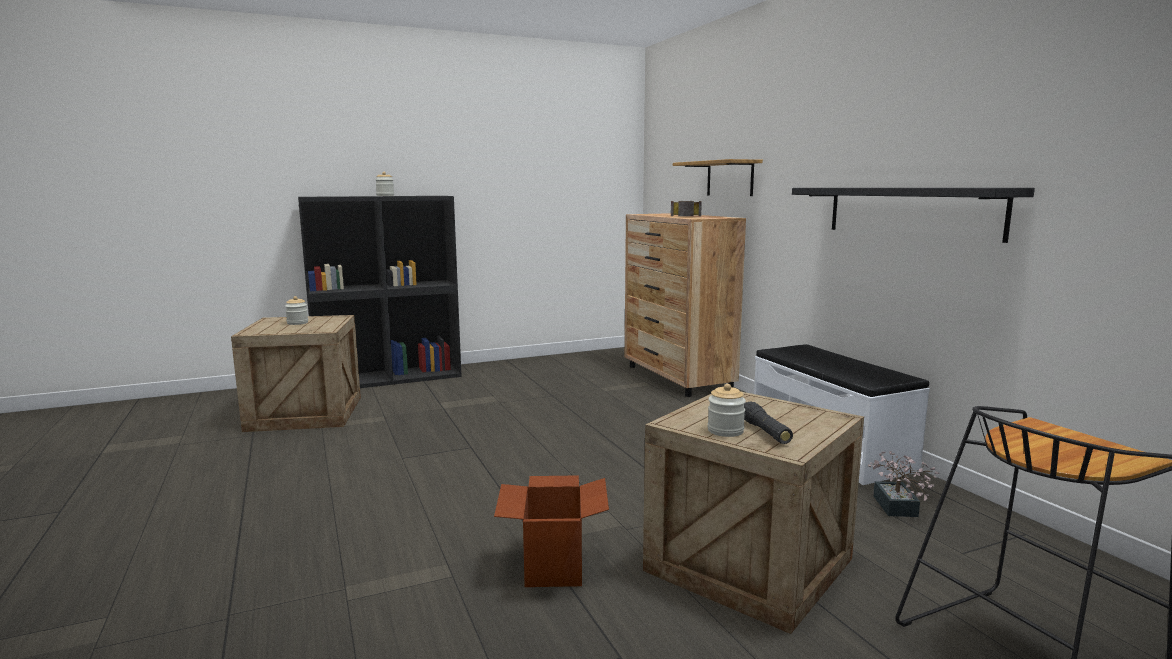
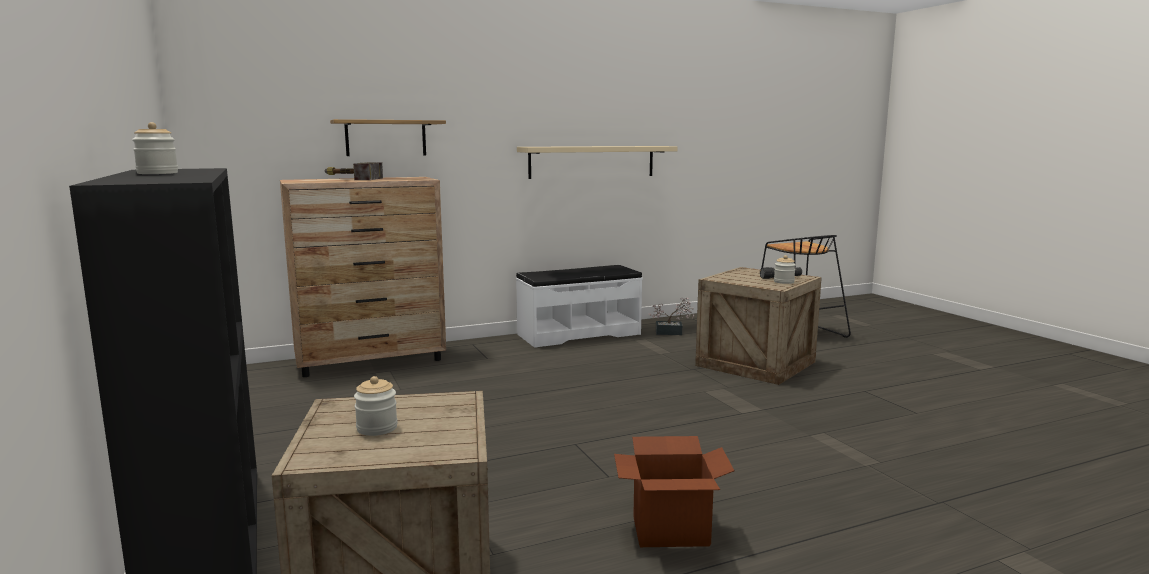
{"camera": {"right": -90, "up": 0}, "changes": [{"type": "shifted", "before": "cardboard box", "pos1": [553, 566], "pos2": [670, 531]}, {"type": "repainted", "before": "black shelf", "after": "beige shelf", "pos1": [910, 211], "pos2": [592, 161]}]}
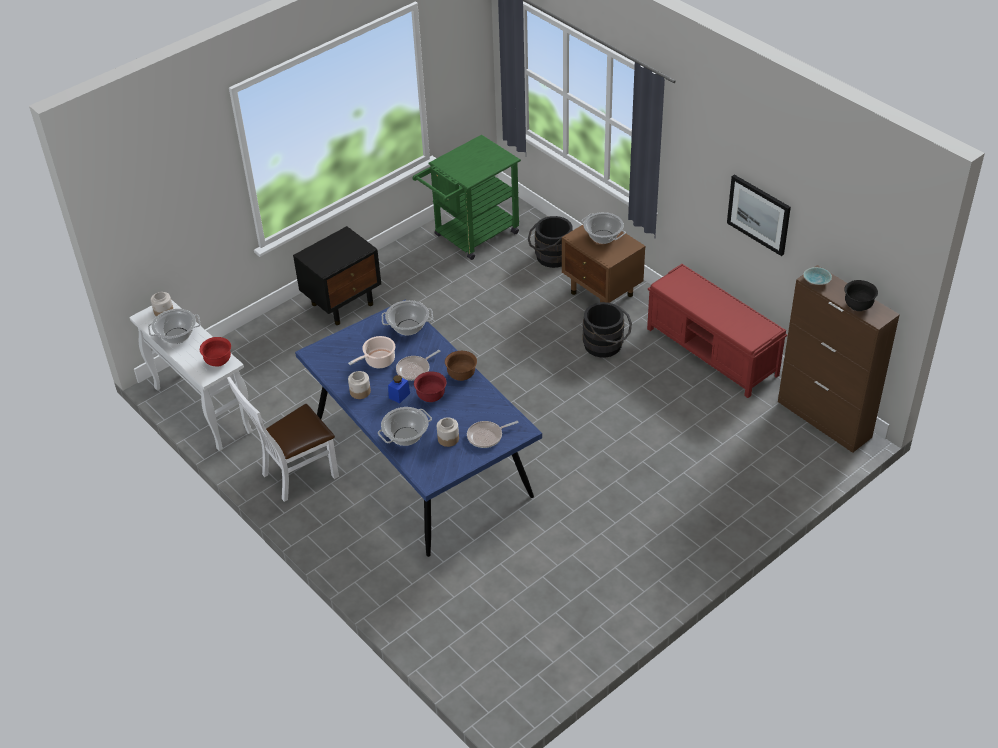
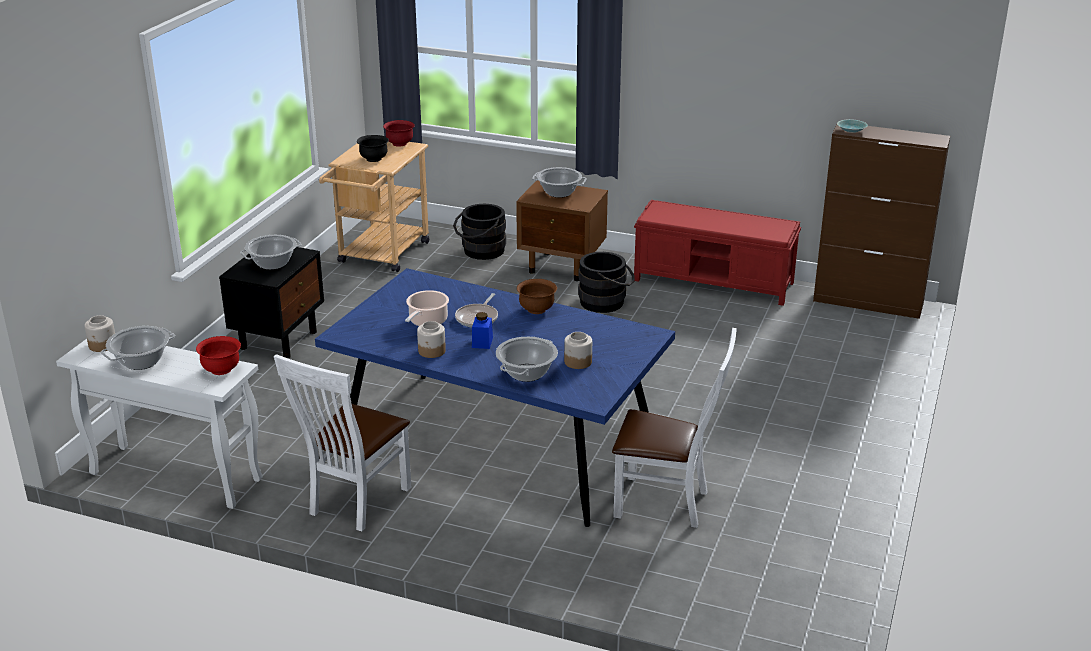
{"camera": {"right": -30, "up": -15}, "changes": [{"type": "gone", "before": "frying pan", "pos1": [487, 436]}, {"type": "gone", "before": "picture", "pos1": [759, 214]}, {"type": "new", "after": "white chair", "pos2": [667, 503]}, {"type": "shifted", "before": "cooking pot", "pos1": [408, 327], "pos2": [272, 263]}, {"type": "shifted", "before": "red bowl", "pos1": [431, 397], "pos2": [400, 143]}, {"type": "shifted", "before": "black bowl", "pos1": [858, 306], "pos2": [374, 159]}, {"type": "repainted", "before": "green cart", "after": "beige cart", "pos1": [471, 237], "pos2": [380, 256]}]}
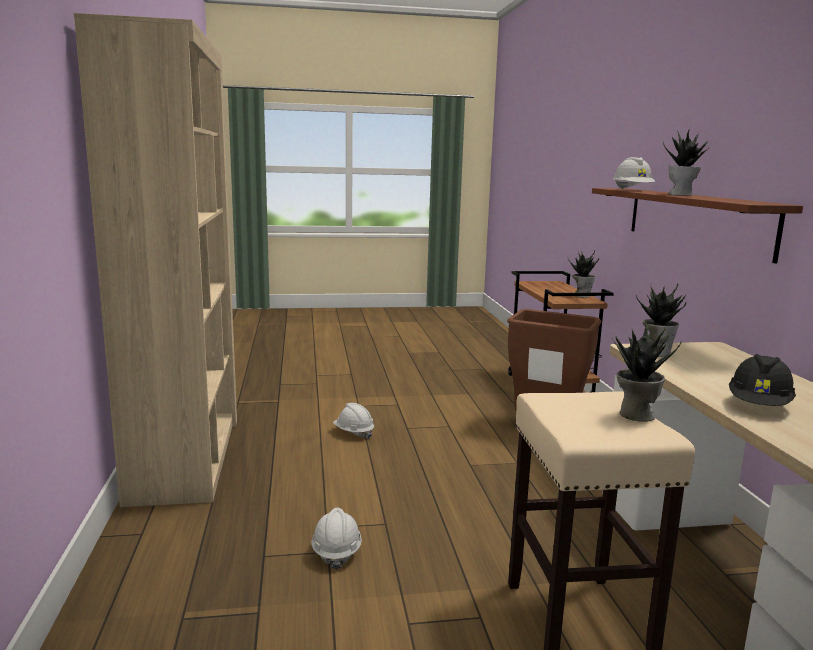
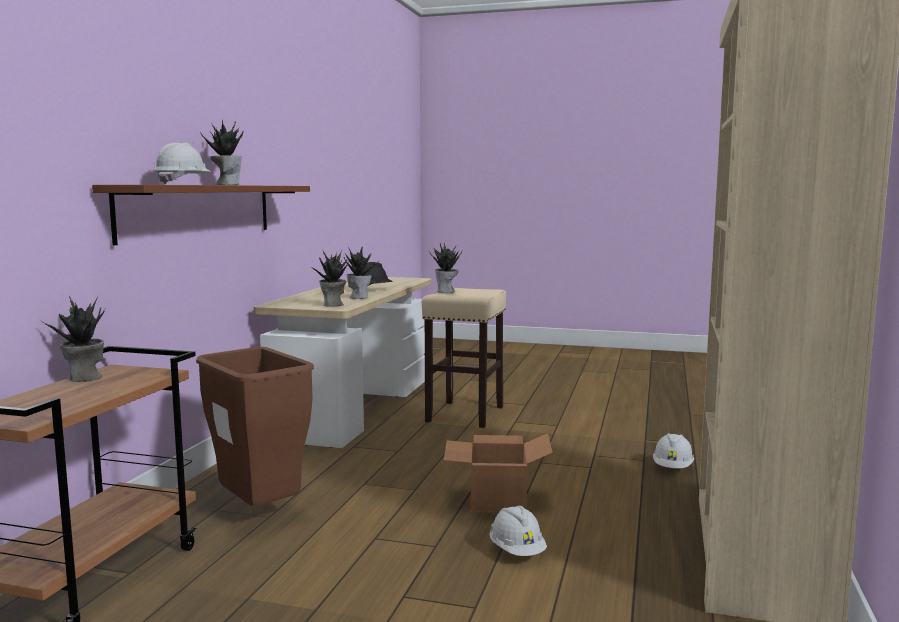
{"camera": {"right": -155, "up": -5}, "changes": [{"type": "new", "after": "potted plant", "pos2": [359, 297]}, {"type": "new", "after": "cardboard box", "pos2": [498, 501]}, {"type": "shifted", "before": "white hard hat", "pos1": [336, 552], "pos2": [672, 468]}]}
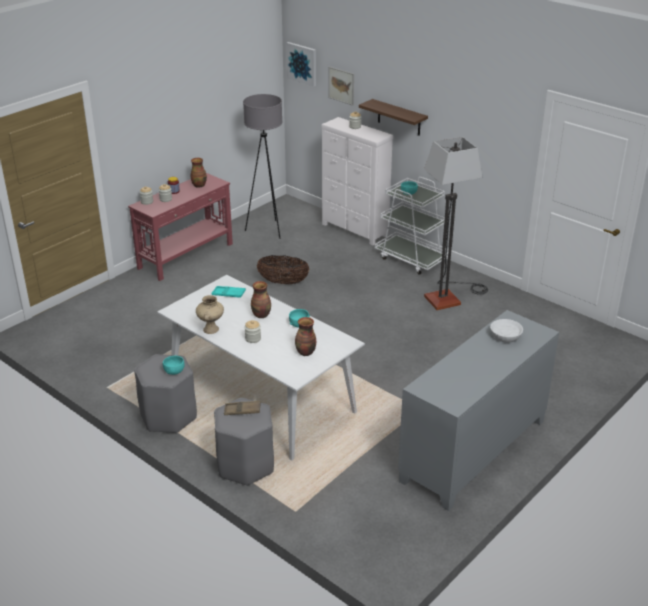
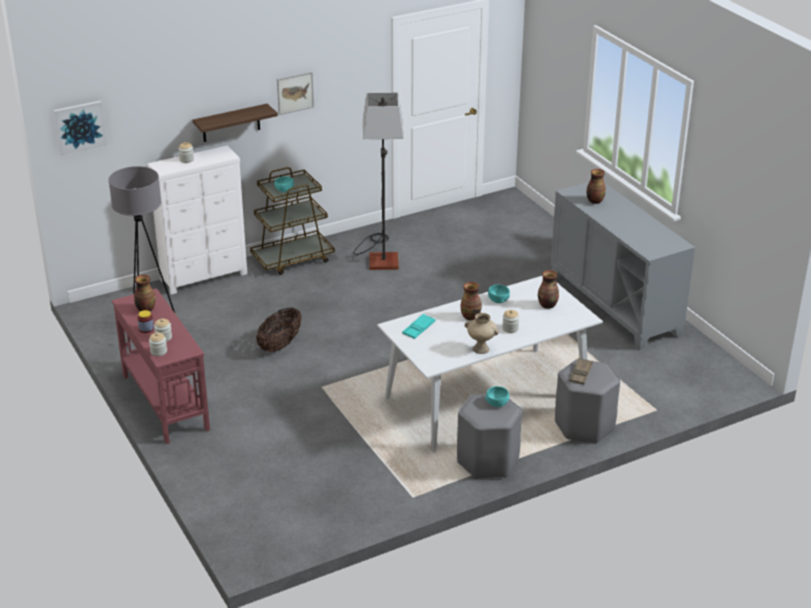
{"camera": {"right": -70, "up": 0}, "changes": [{"type": "shifted", "before": "picture", "pos1": [341, 85], "pos2": [295, 93]}, {"type": "swapped", "before": "white bowl", "after": "vase", "pos1": [505, 336], "pos2": [594, 201]}, {"type": "repainted", "before": "white cart", "after": "brown cart", "pos1": [411, 259], "pos2": [293, 259]}]}
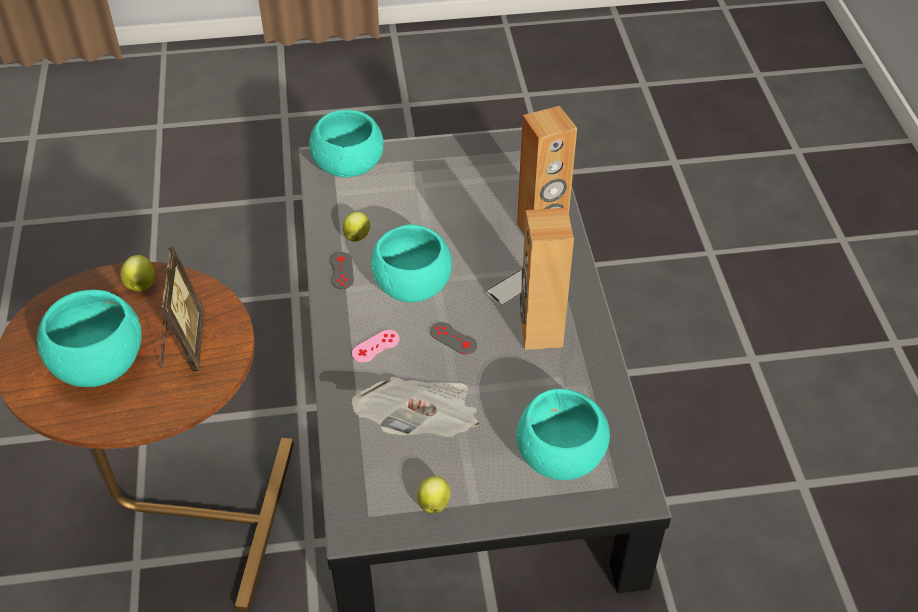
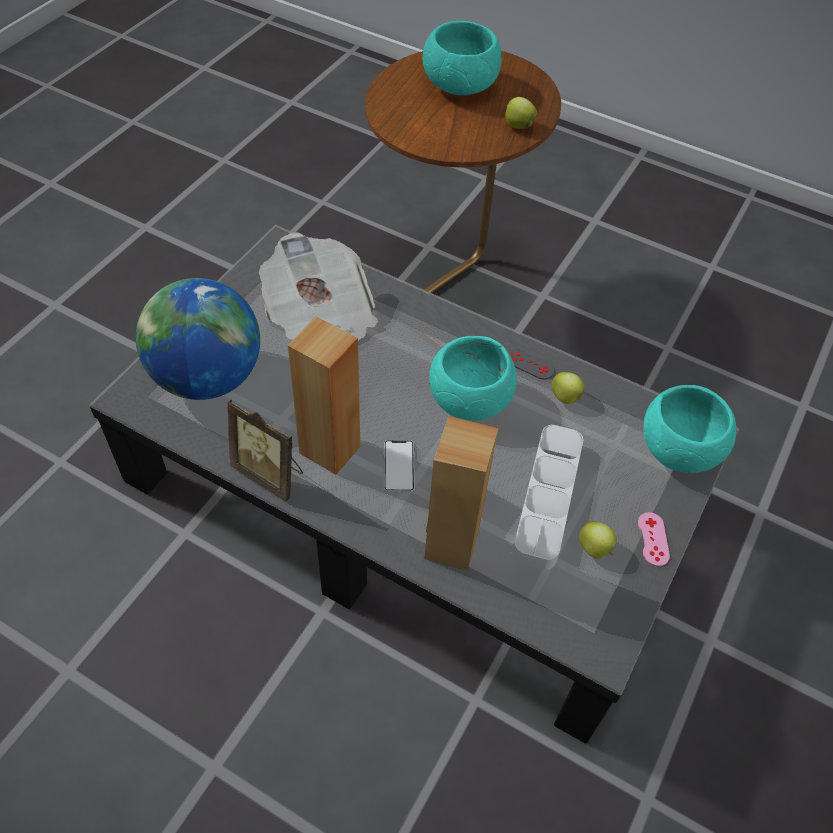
{"camera": {"right": 125, "up": 5}, "changes": [{"type": "gone", "before": "grey game controller", "pos1": [453, 338]}, {"type": "new", "after": "grey tray", "pos2": [547, 499]}, {"type": "shifted", "before": "picture frame", "pos1": [183, 345], "pos2": [270, 473]}, {"type": "shifted", "before": "pink game controller", "pos1": [375, 346], "pos2": [653, 539]}, {"type": "shifted", "before": "apple", "pos1": [434, 503], "pos2": [595, 549]}, {"type": "swapped", "before": "turquoise bowl", "after": "globe", "pos1": [561, 455], "pos2": [207, 378]}]}
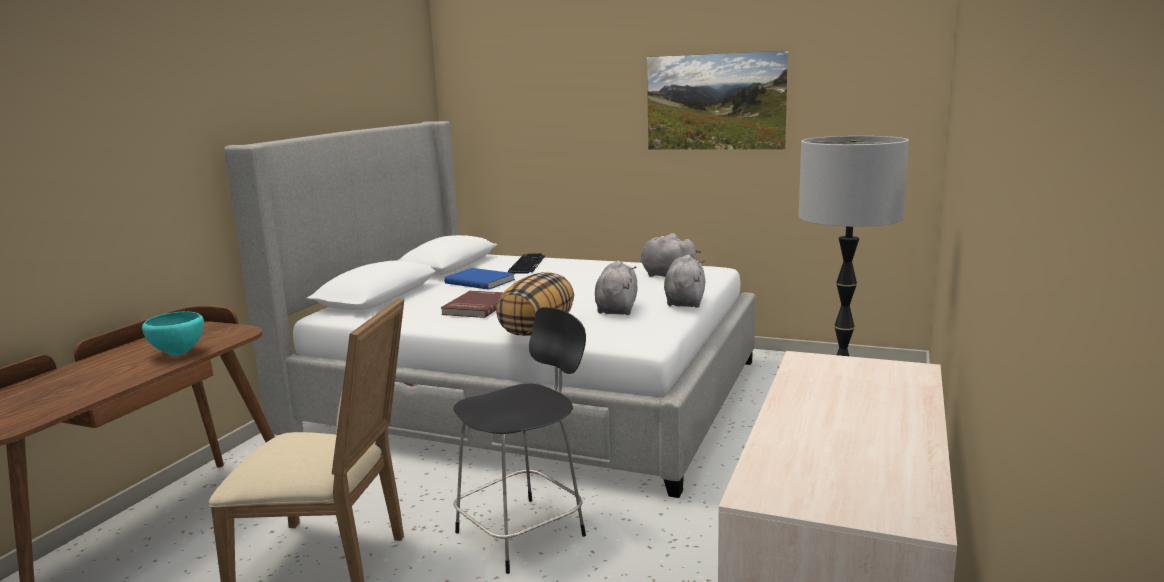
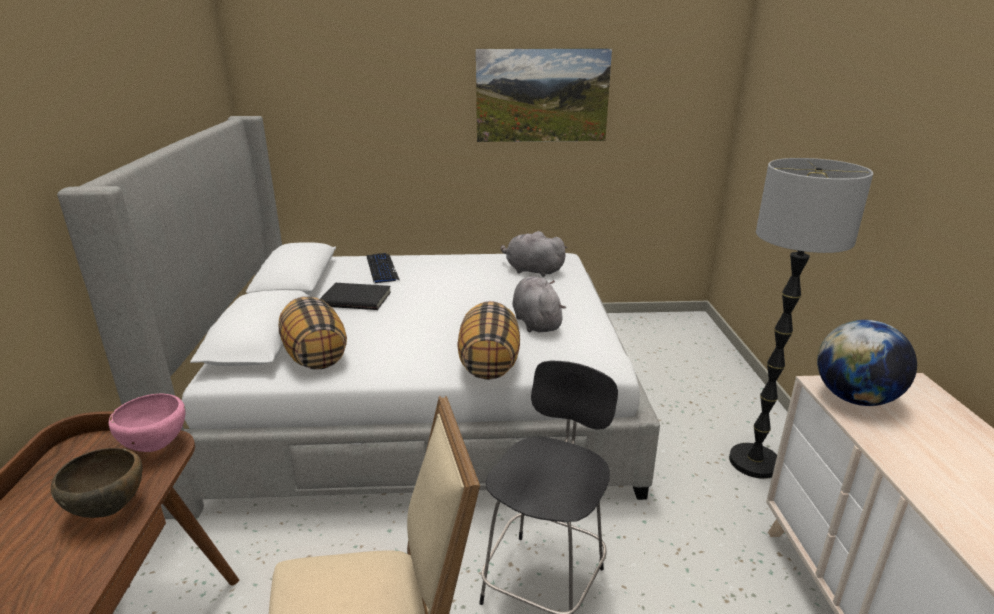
{"camera": {"right": -25, "up": 10}, "changes": [{"type": "gone", "before": "red book", "pos1": [476, 307]}, {"type": "gone", "before": "grey plush toy", "pos1": [684, 301]}, {"type": "new", "after": "pink bowl", "pos2": [155, 447]}, {"type": "new", "after": "pillow", "pos2": [315, 356]}, {"type": "new", "after": "globe", "pos2": [854, 398]}, {"type": "repainted", "before": "turquoise bowl", "after": "brown bowl", "pos1": [179, 354], "pos2": [110, 509]}, {"type": "repainted", "before": "blue book", "after": "black book", "pos1": [480, 281], "pos2": [356, 298]}]}
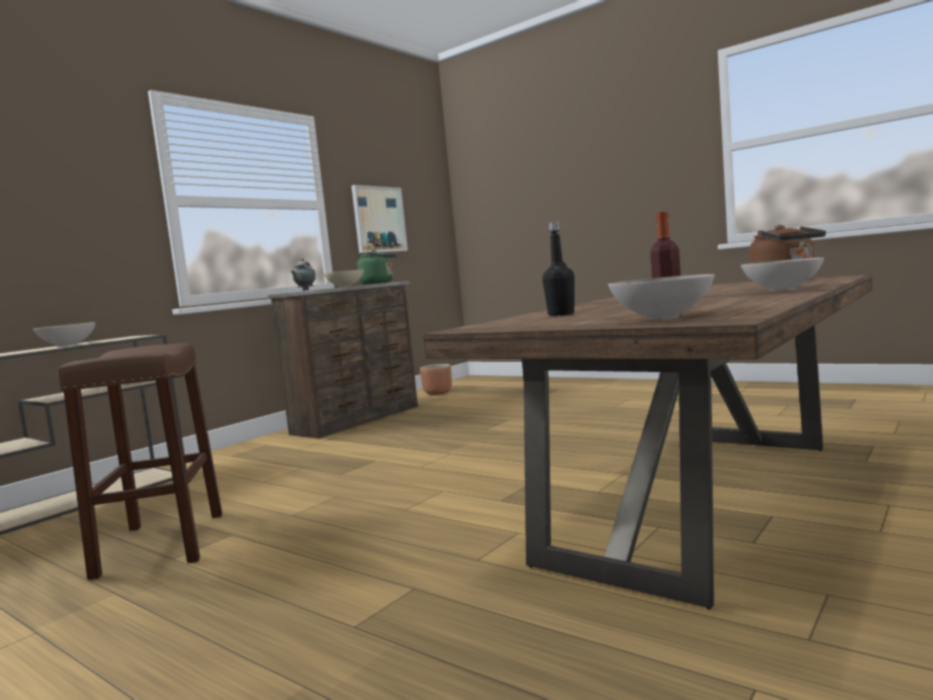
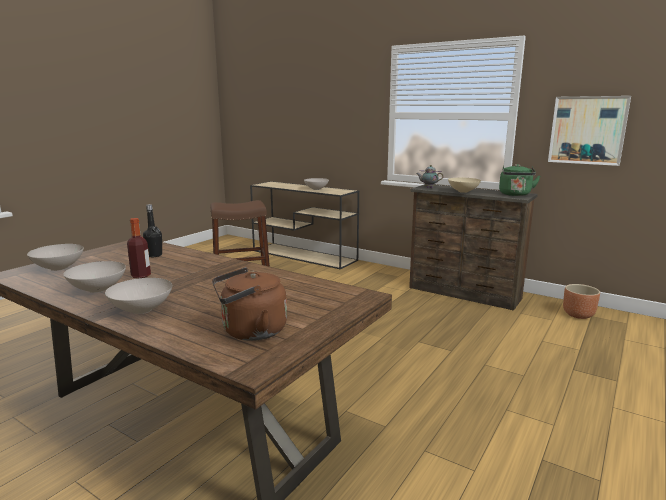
{"camera": {"right": 85, "up": 10}, "changes": [{"type": "new", "after": "white bowl", "pos2": [98, 290]}]}
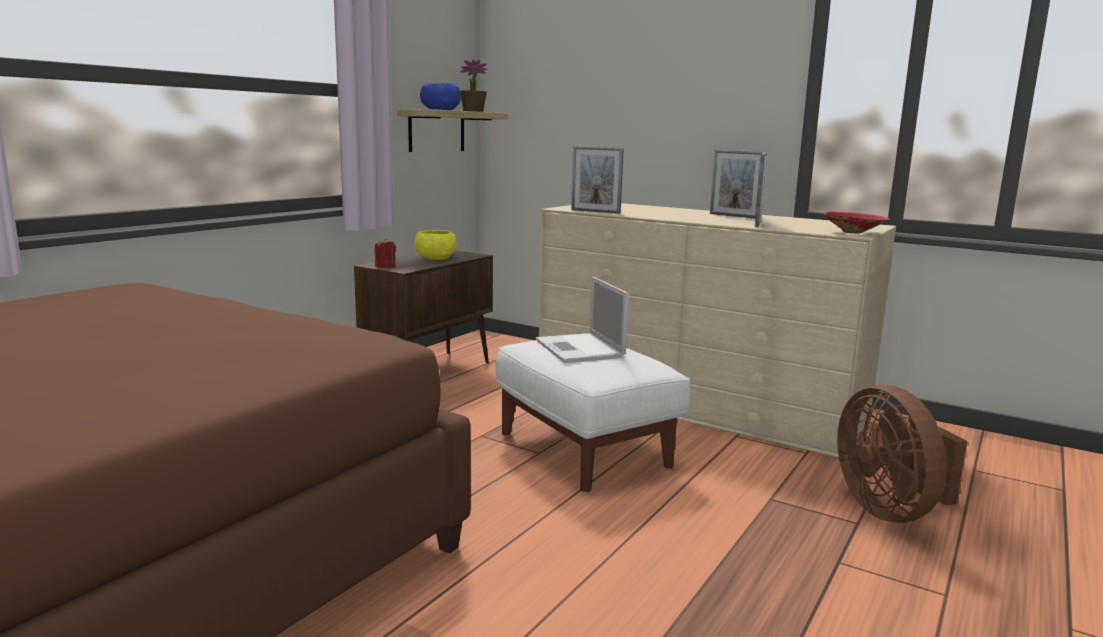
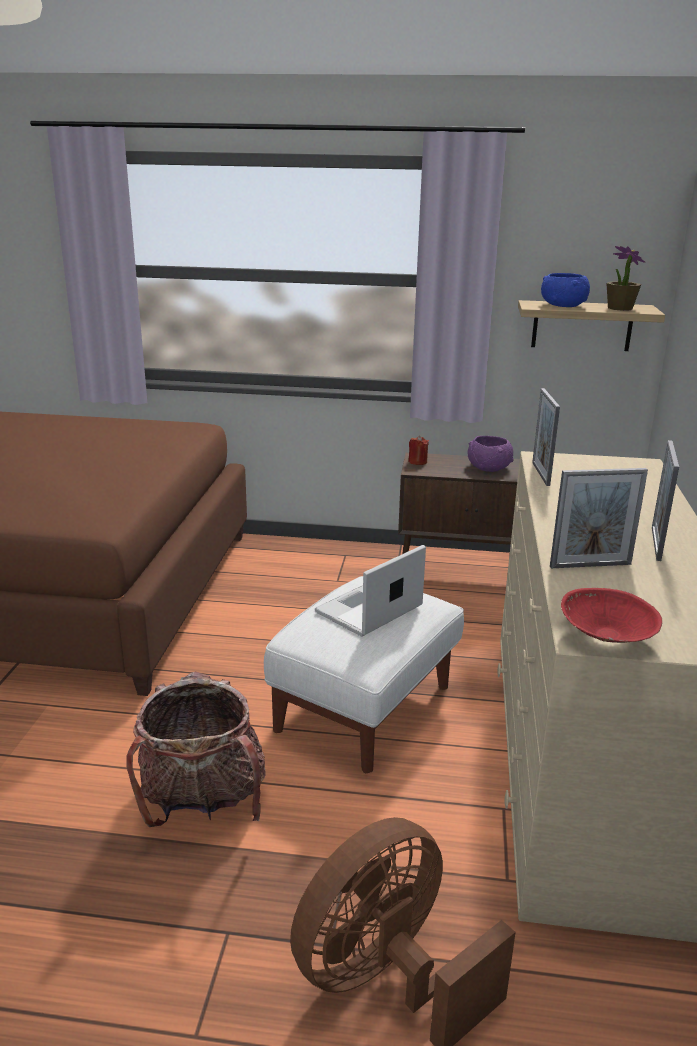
{"camera": {"right": 65, "up": 10}, "changes": [{"type": "new", "after": "backpack", "pos2": [203, 802]}, {"type": "repainted", "before": "yellow bowl", "after": "purple bowl", "pos1": [436, 258], "pos2": [488, 467]}]}
